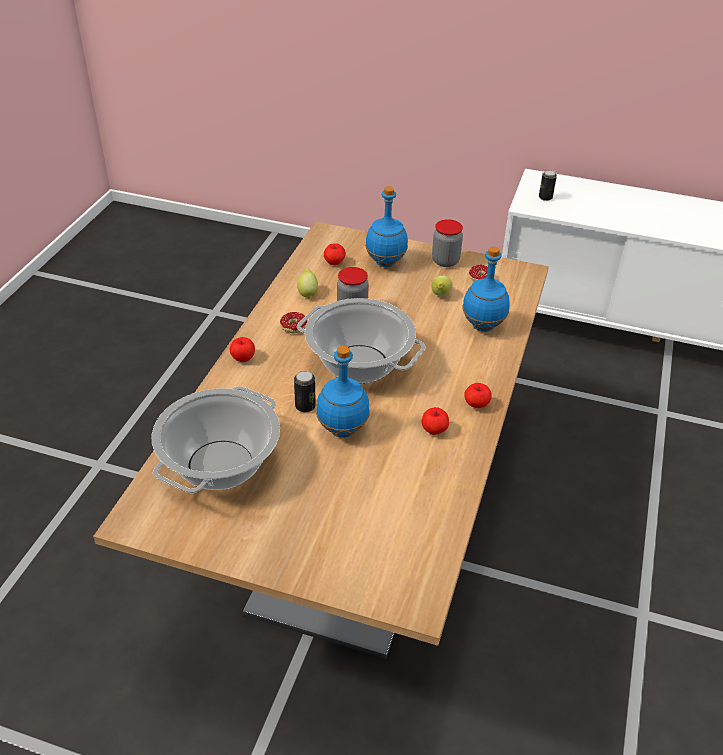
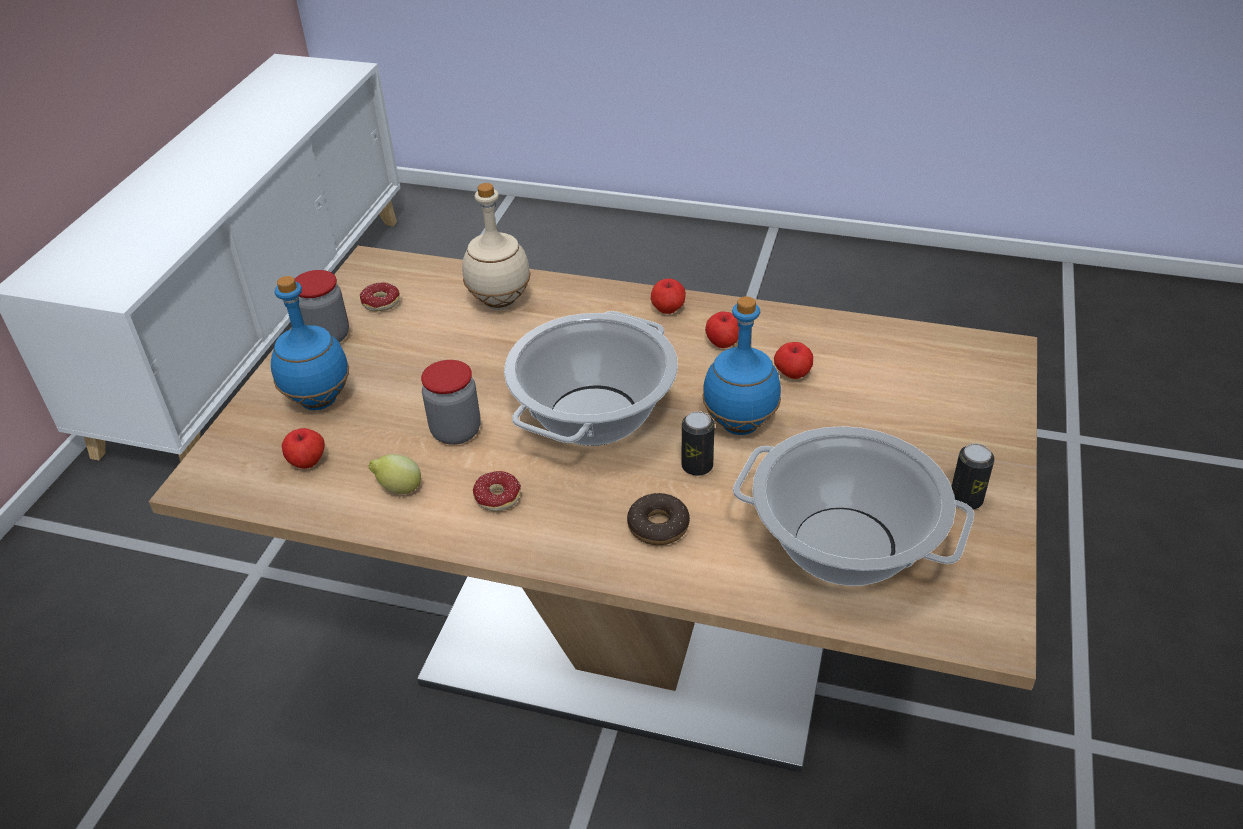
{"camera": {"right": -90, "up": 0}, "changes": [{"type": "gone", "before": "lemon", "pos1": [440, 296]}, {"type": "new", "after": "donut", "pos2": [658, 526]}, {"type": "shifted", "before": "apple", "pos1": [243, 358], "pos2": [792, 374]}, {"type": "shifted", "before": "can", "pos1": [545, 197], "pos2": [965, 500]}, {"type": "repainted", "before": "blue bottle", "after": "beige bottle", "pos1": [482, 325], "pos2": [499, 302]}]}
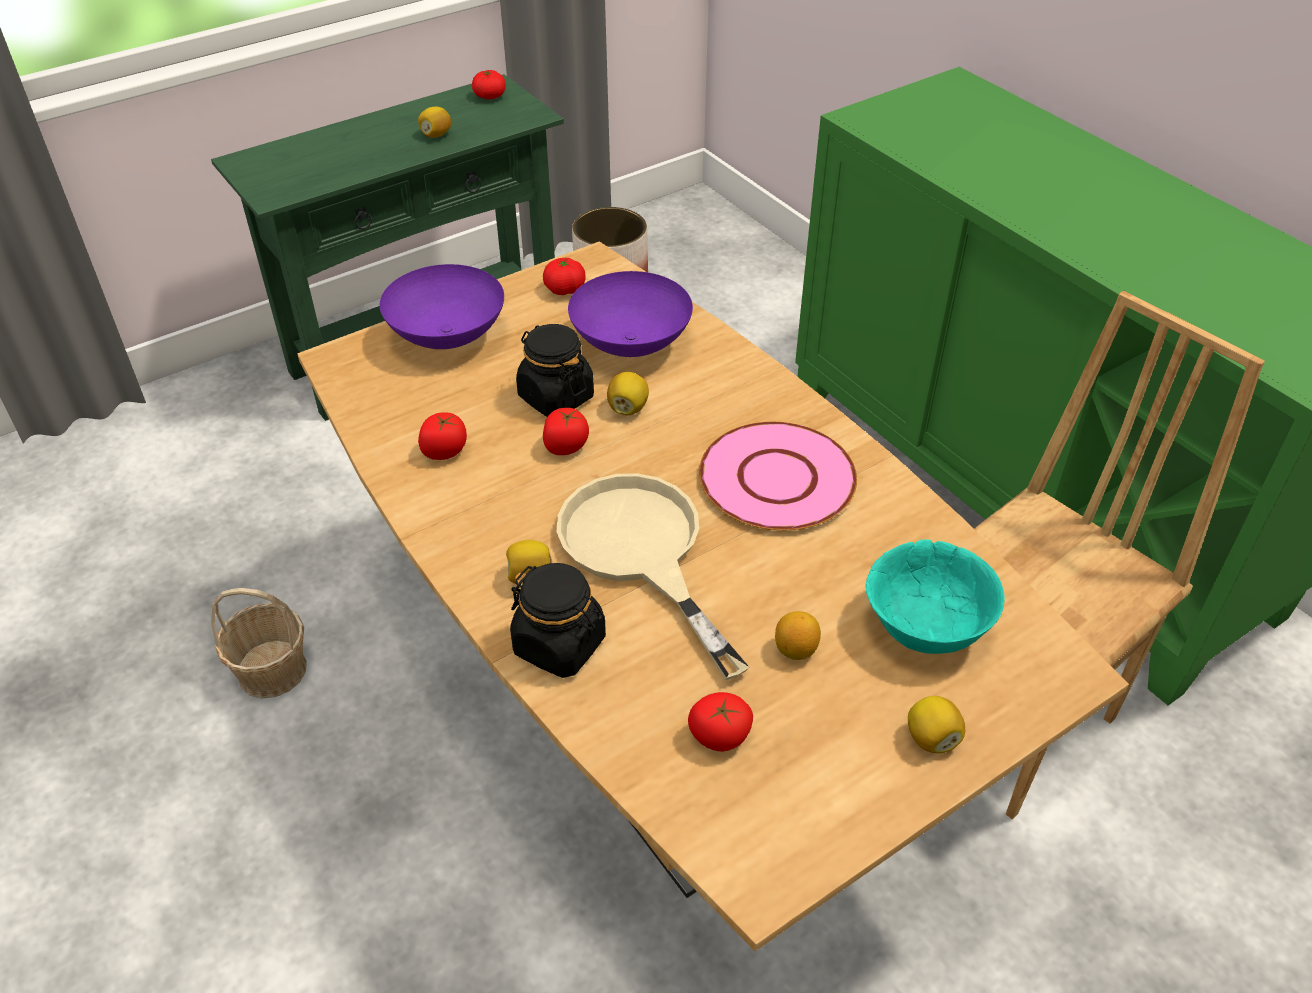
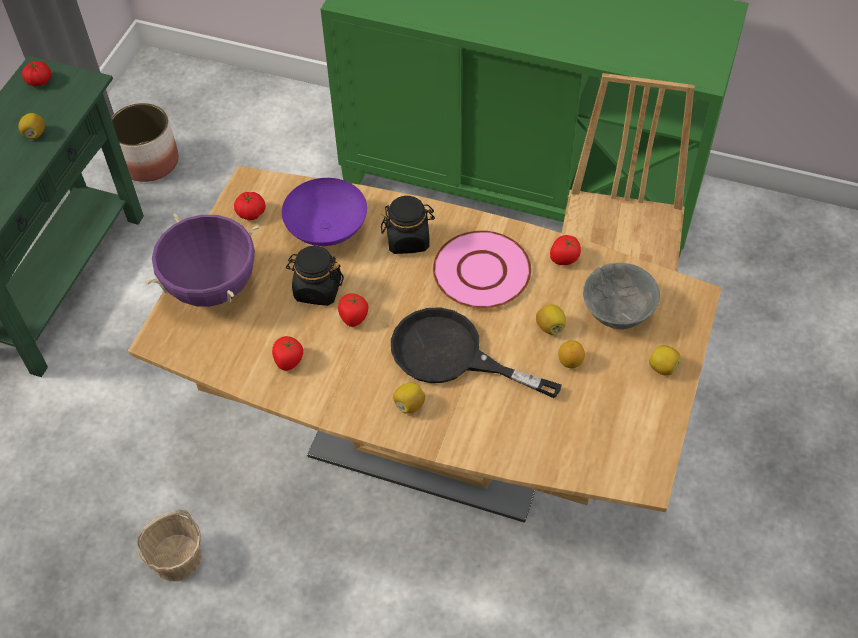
{"camera": {"right": -35, "up": 10}, "changes": [{"type": "shifted", "before": "black jar", "pos1": [560, 645], "pos2": [408, 239]}, {"type": "shifted", "before": "lemon", "pos1": [628, 408], "pos2": [550, 326]}, {"type": "shifted", "before": "tomato", "pos1": [719, 736], "pos2": [564, 258]}, {"type": "swapped", "before": "purple bowl", "after": "purple cooking pot", "pos1": [446, 338], "pos2": [212, 287]}, {"type": "repainted", "before": "beige frying pan", "after": "black frying pan", "pos1": [641, 552], "pos2": [452, 355]}, {"type": "repainted", "before": "turquoise bowl", "after": "grey bowl", "pos1": [925, 627], "pos2": [617, 312]}]}
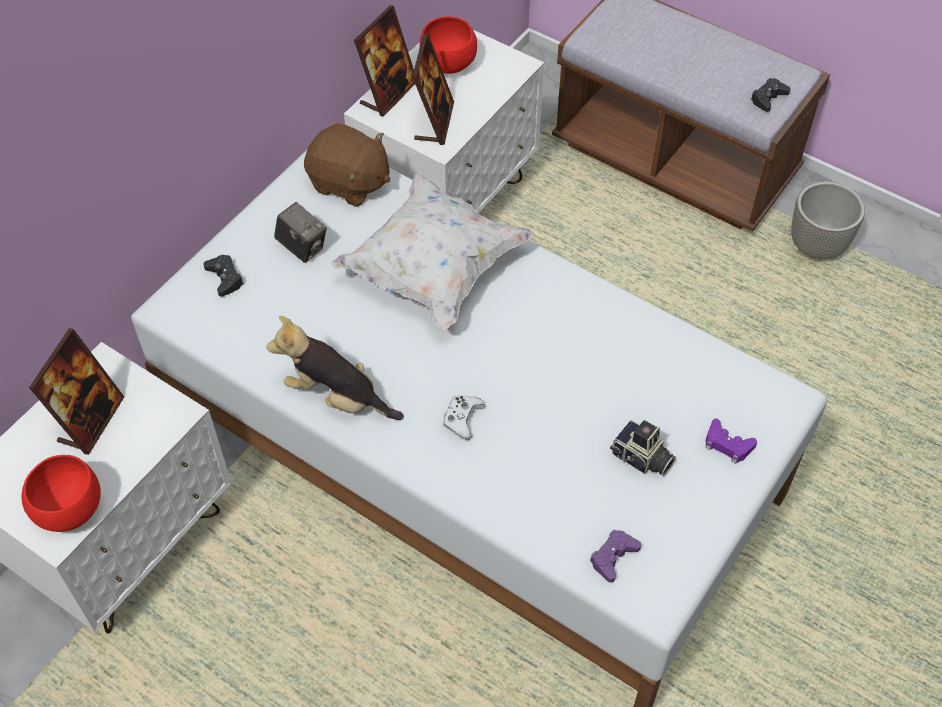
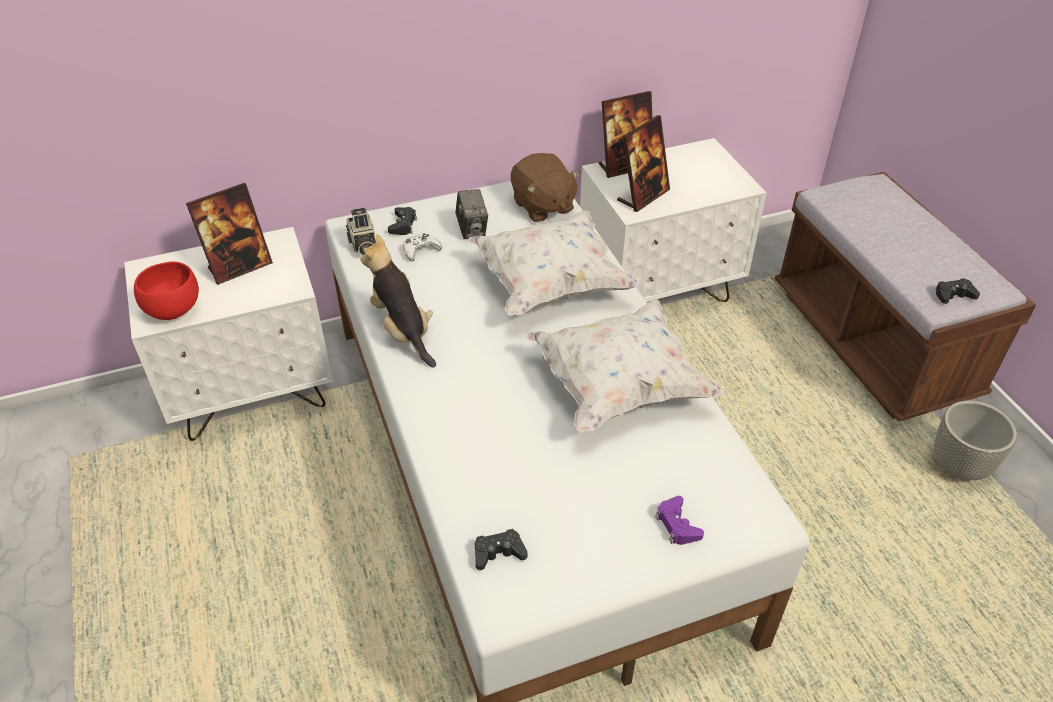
{"camera": {"right": 35, "up": -10}, "changes": [{"type": "gone", "before": "red bowl", "pos1": [450, 65]}, {"type": "new", "after": "white pillow", "pos2": [619, 387]}, {"type": "shifted", "before": "white game controller", "pos1": [462, 419], "pos2": [420, 250]}, {"type": "shifted", "before": "photo camera", "pos1": [641, 459], "pos2": [363, 245]}, {"type": "repainted", "before": "purple game controller", "after": "black game controller", "pos1": [613, 557], "pos2": [498, 553]}]}
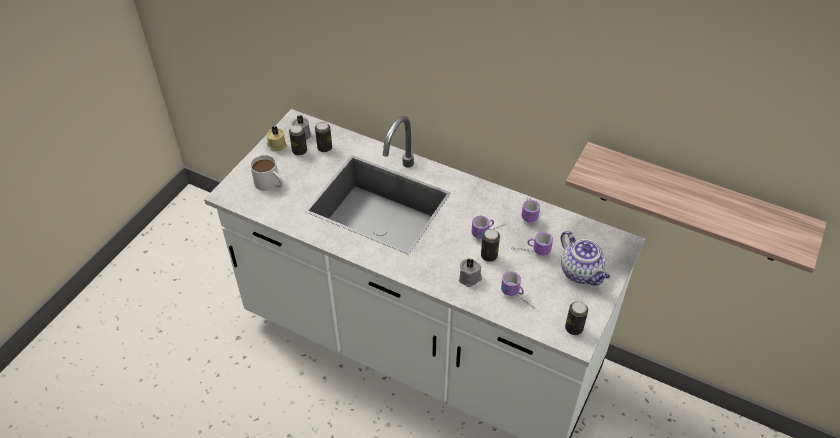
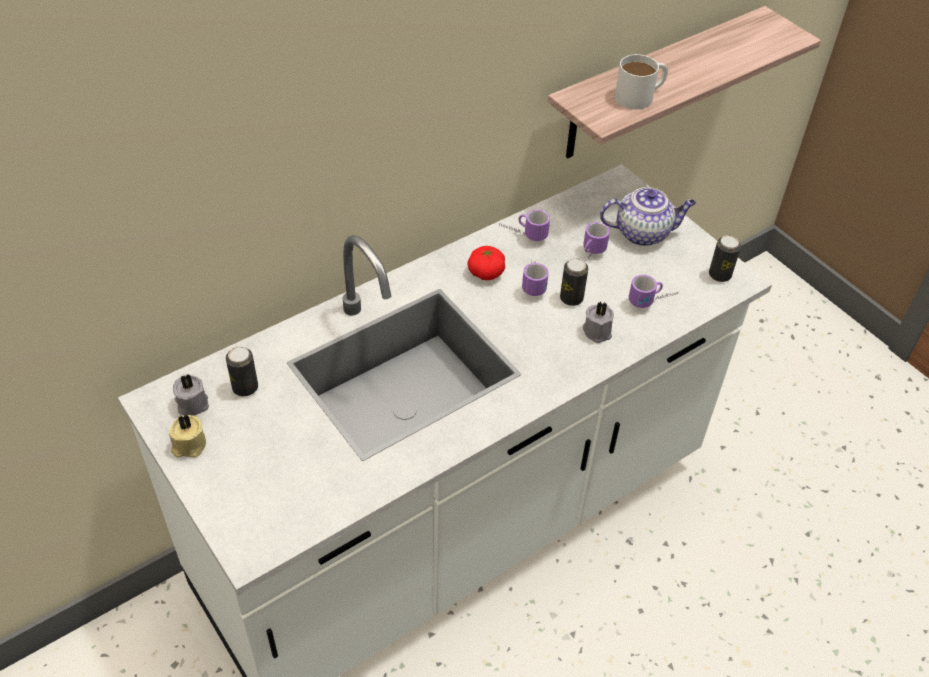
{"camera": {"right": -65, "up": 0}, "changes": [{"type": "gone", "before": "can", "pos1": [299, 151]}, {"type": "new", "after": "tomato", "pos2": [486, 273]}, {"type": "shifted", "before": "white mug", "pos1": [270, 184], "pos2": [640, 96]}]}
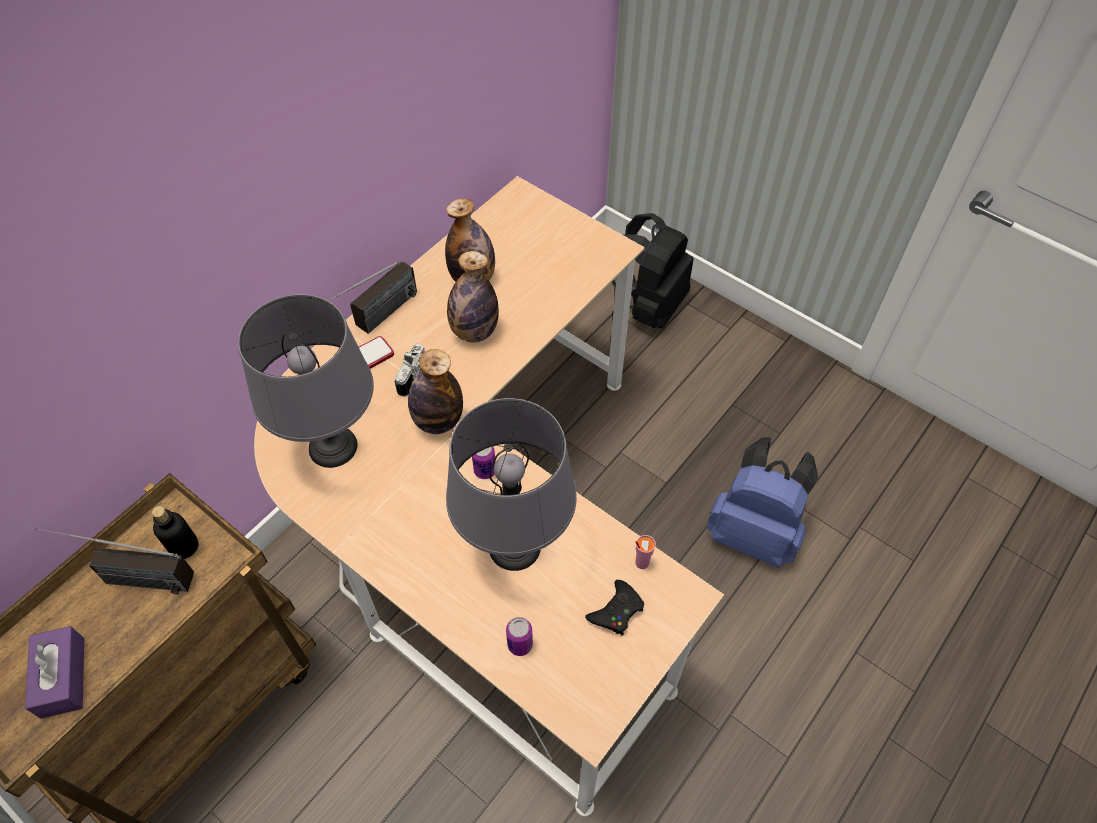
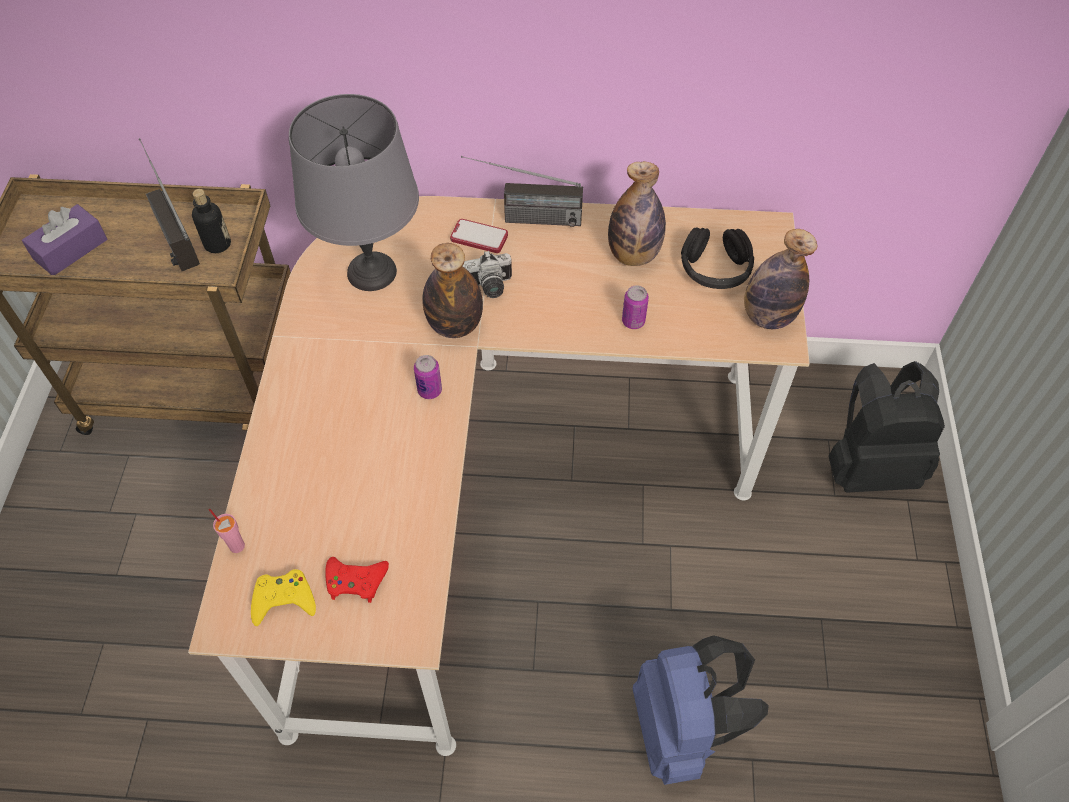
{"camera": {"right": 55, "up": 0}, "changes": [{"type": "gone", "before": "grey table lamp", "pos1": [514, 548]}, {"type": "new", "after": "yellow game controller", "pos2": [284, 599]}, {"type": "new", "after": "black headphones", "pos2": [715, 269]}, {"type": "shifted", "before": "bottle", "pos1": [474, 331], "pos2": [767, 317]}, {"type": "shifted", "before": "can", "pos1": [520, 644], "pos2": [633, 321]}, {"type": "shifted", "before": "pink cup", "pos1": [641, 562], "pos2": [236, 545]}, {"type": "repainted", "before": "black game controller", "after": "red game controller", "pos1": [616, 611], "pos2": [355, 581]}]}
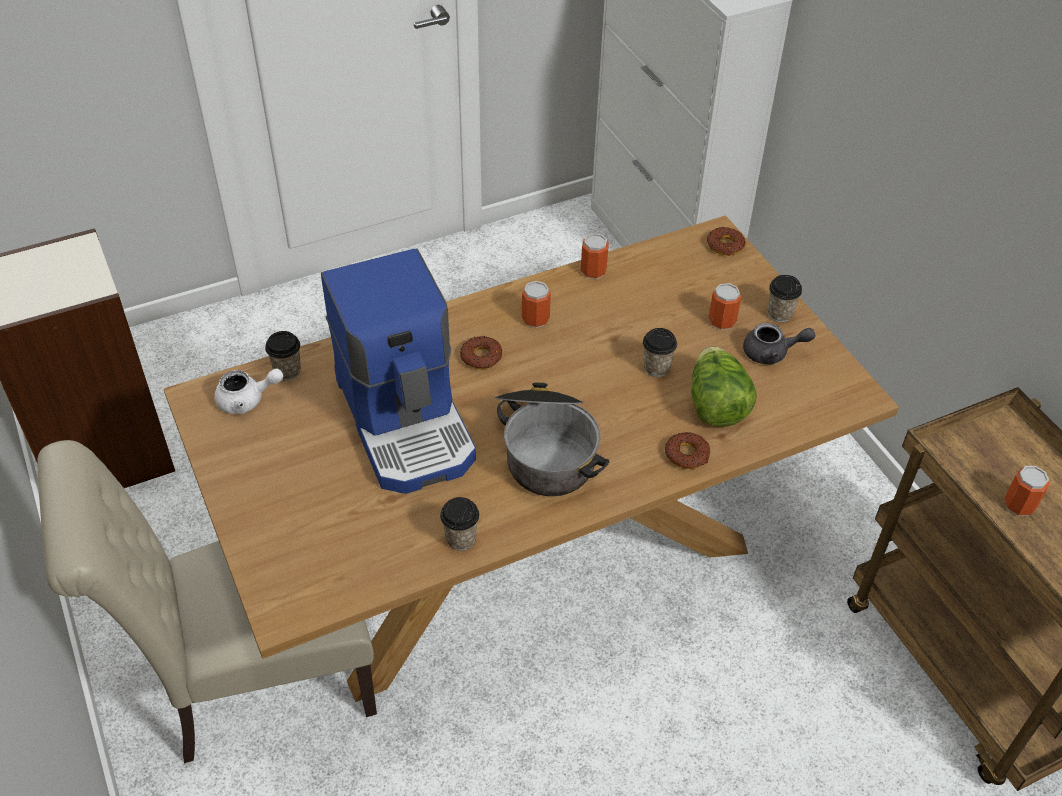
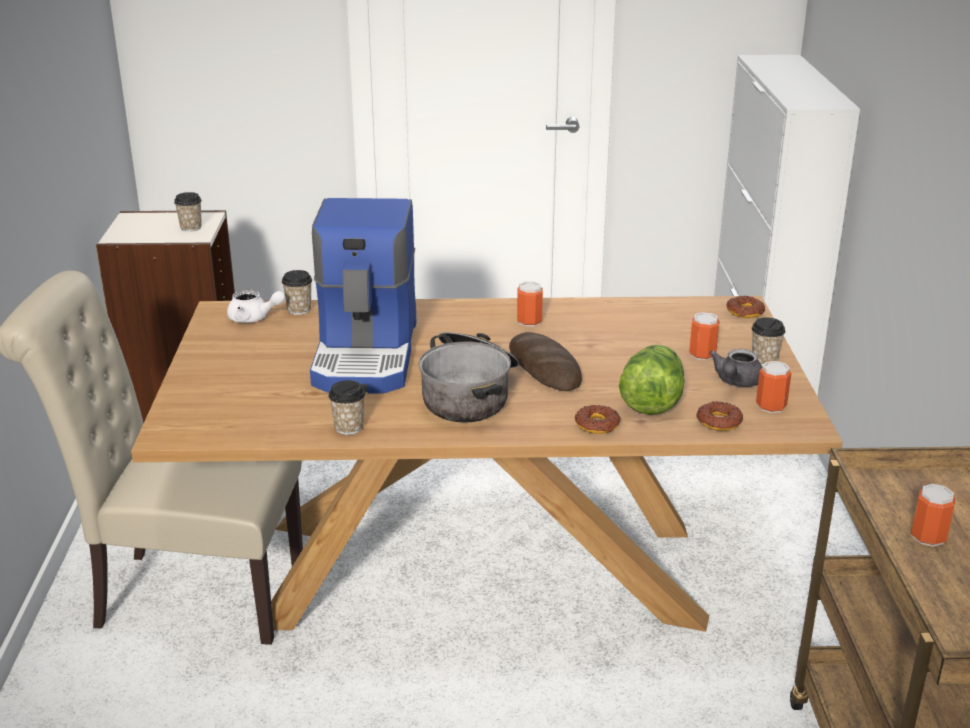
{"camera": {"right": 25, "up": -20}, "changes": [{"type": "new", "after": "bread", "pos2": [544, 368]}, {"type": "shifted", "before": "donut", "pos1": [481, 356], "pos2": [719, 421]}, {"type": "shifted", "before": "can", "pos1": [593, 271], "pos2": [771, 406]}, {"type": "shifted", "before": "cup", "pos1": [656, 368], "pos2": [191, 228]}, {"type": "rotated", "before": "grey teapot", "pos1": [772, 353], "pos2": [735, 382], "turn": 90}]}
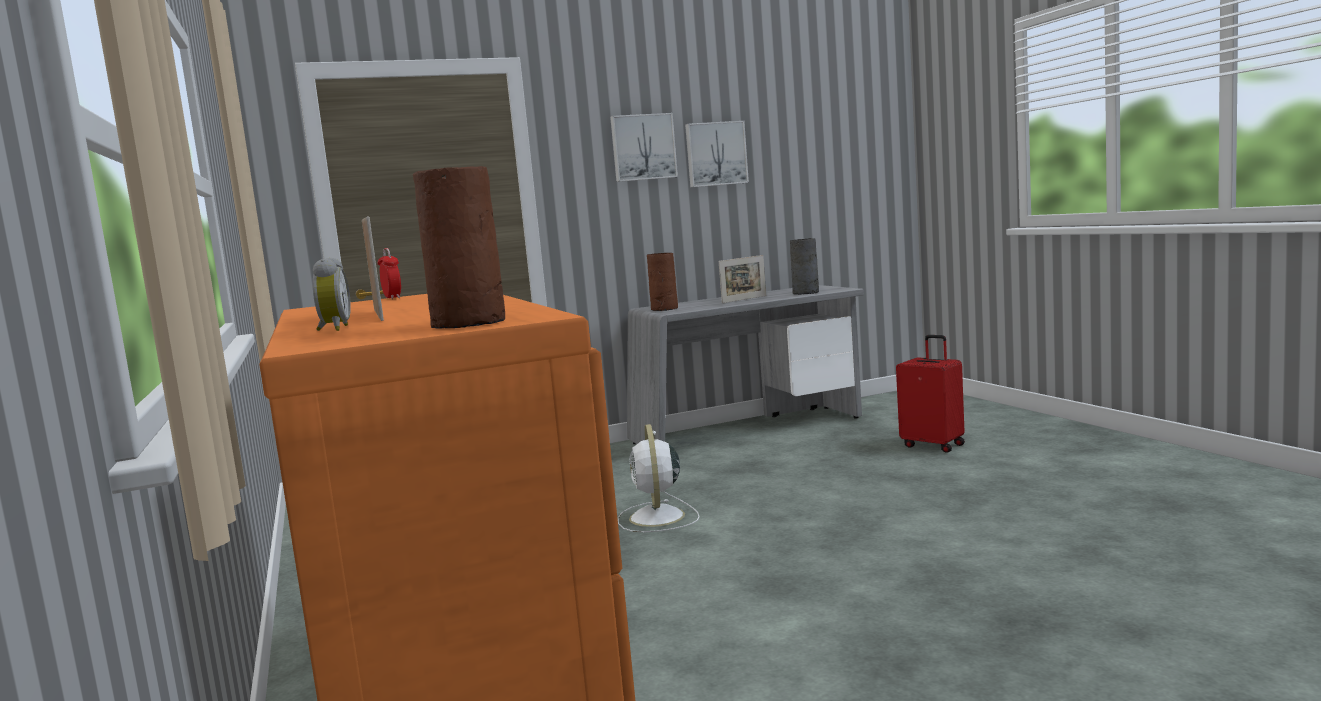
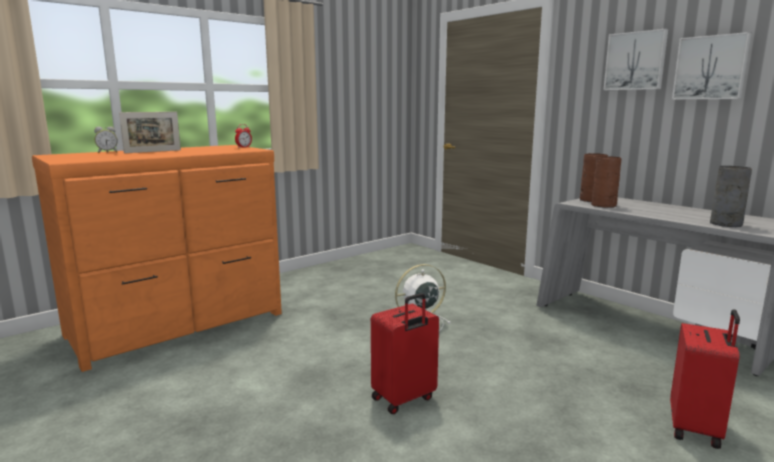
{"camera": {"right": 70, "up": 5}, "changes": [{"type": "gone", "before": "picture frame", "pos1": [744, 299]}, {"type": "new", "after": "red suitcase", "pos2": [404, 399]}, {"type": "shifted", "before": "brown vase", "pos1": [470, 323], "pos2": [603, 205]}]}
